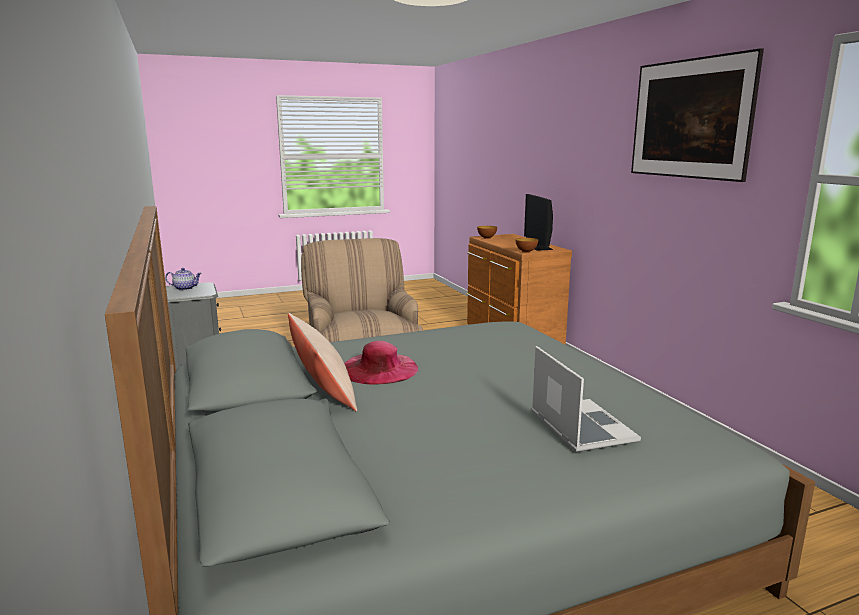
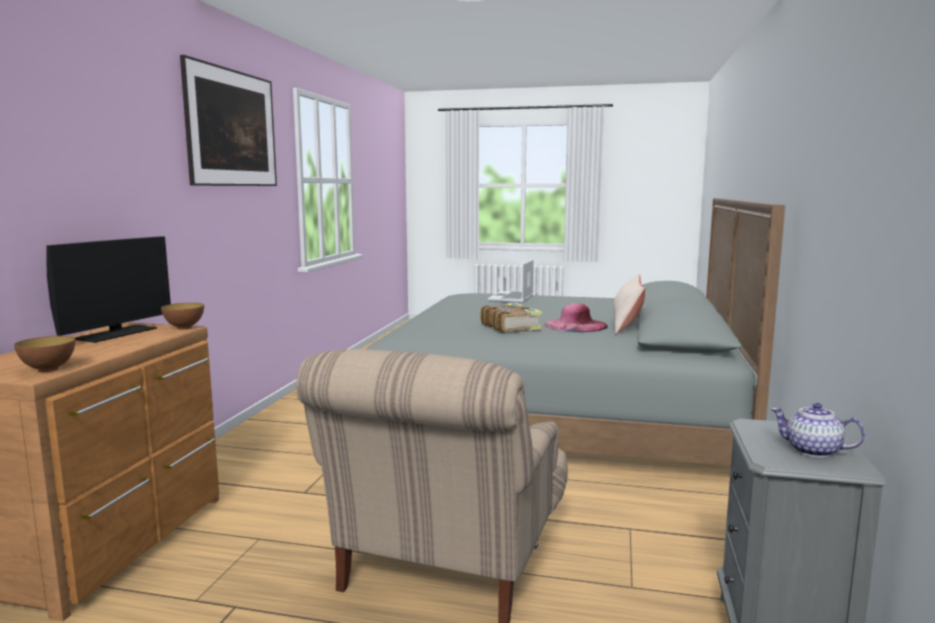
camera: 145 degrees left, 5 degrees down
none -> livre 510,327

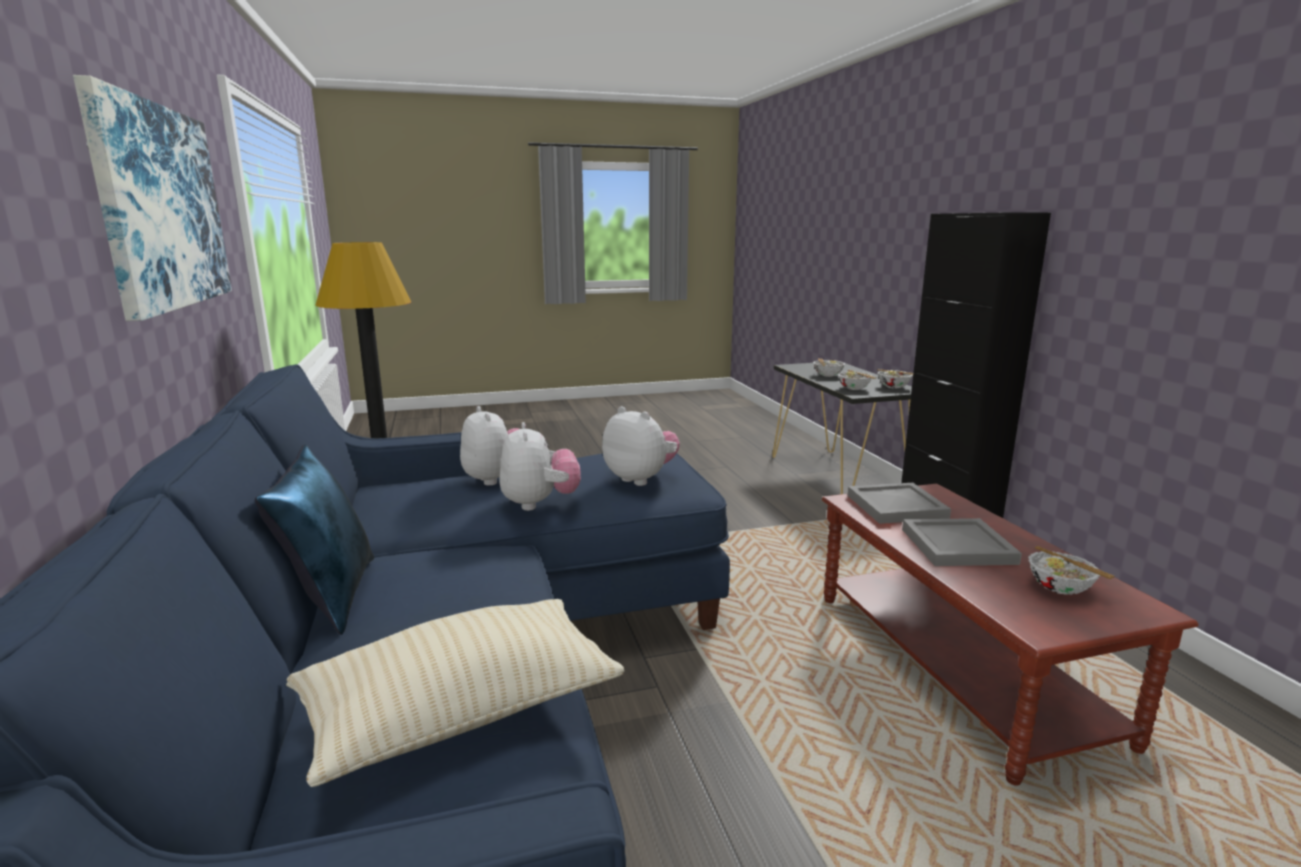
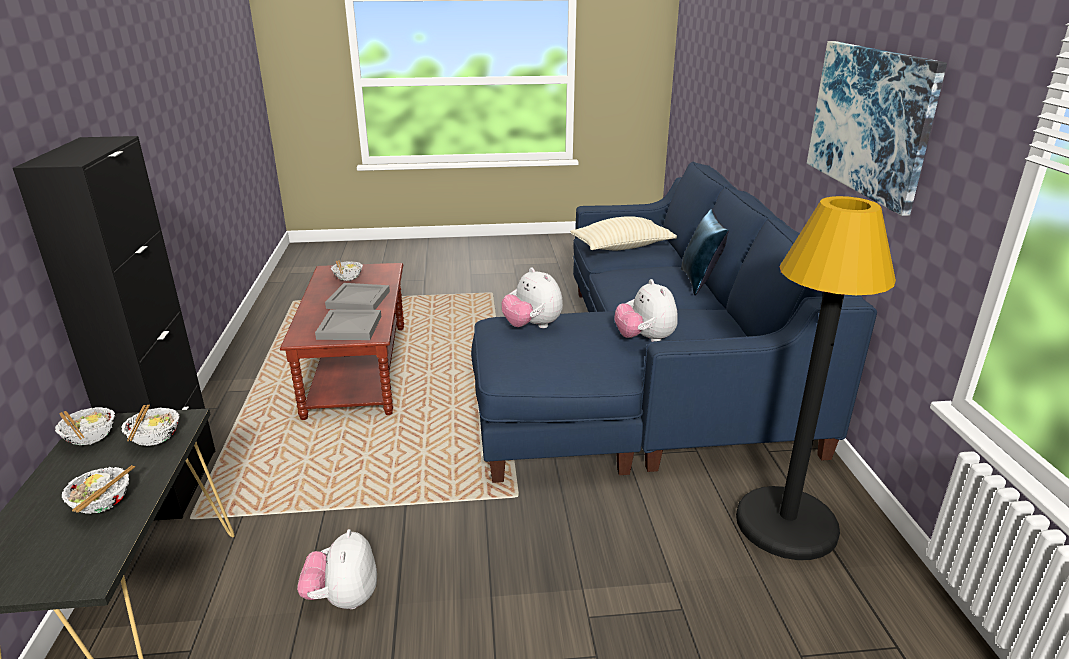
camera: 170 degrees left, 10 degrees up
peluche 540,503 -> peluche 343,598, shifted

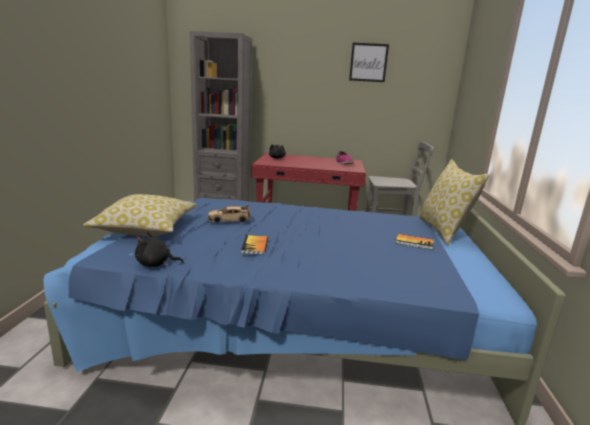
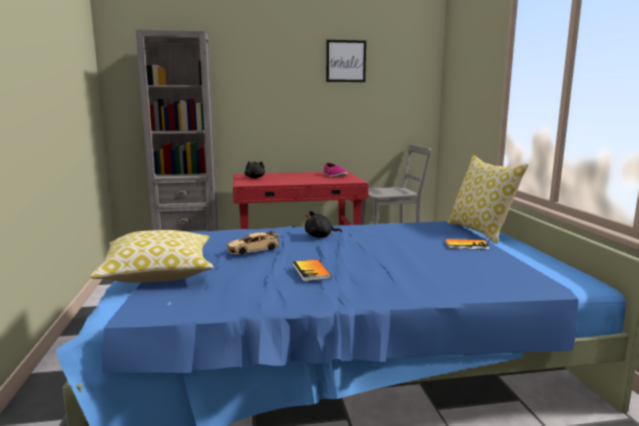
camera: 15 degrees left, 5 degrees down
peluche [noir] 156,264 -> peluche [noir] 320,236, shifted

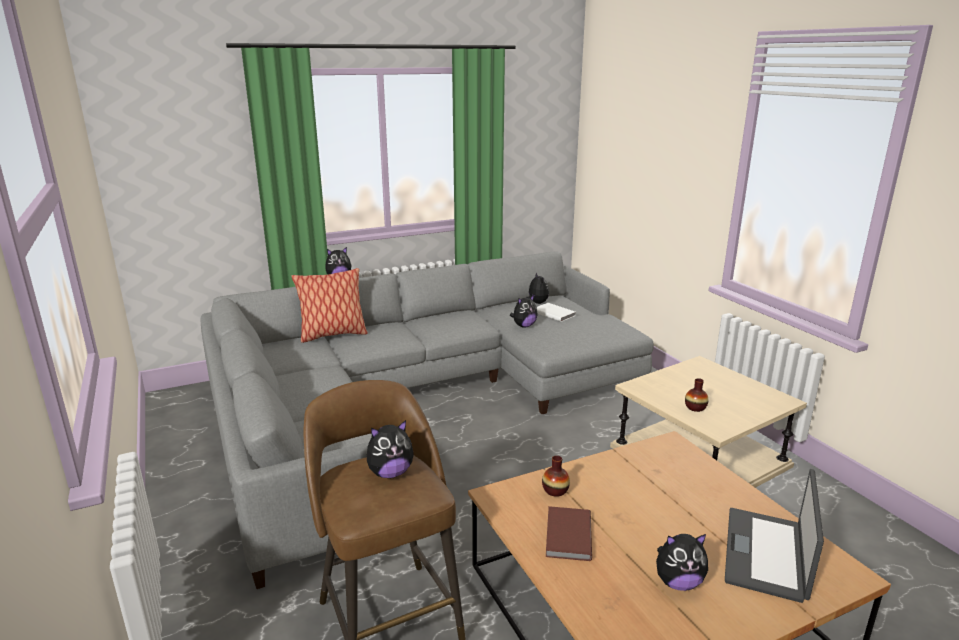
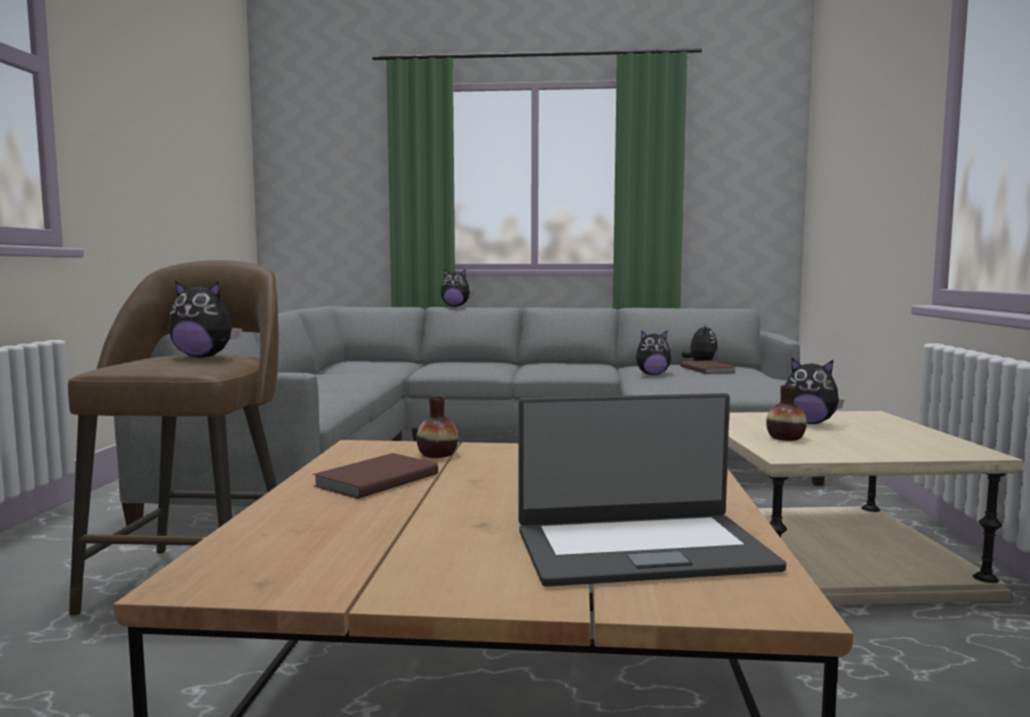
camera: 30 degrees right, 15 degrees down
coussin 333,335 -> none
livre [blanc] 554,313 -> livre [marron] 708,369
peluche 678,582 -> peluche 809,423, shifted
ordinateur portable 767,554 -> ordinateur portable 641,549, 150 degrees counterclockwise

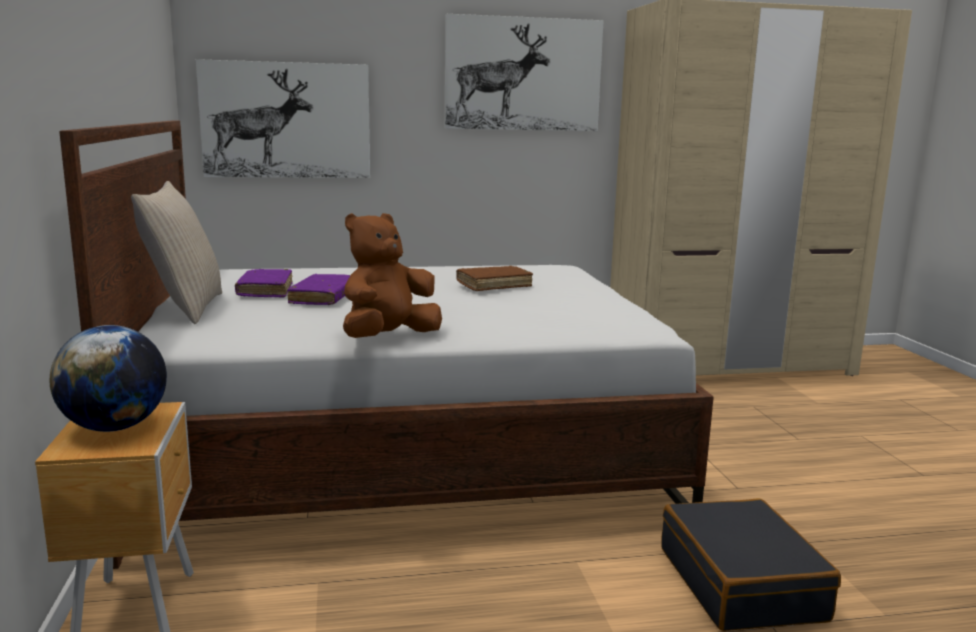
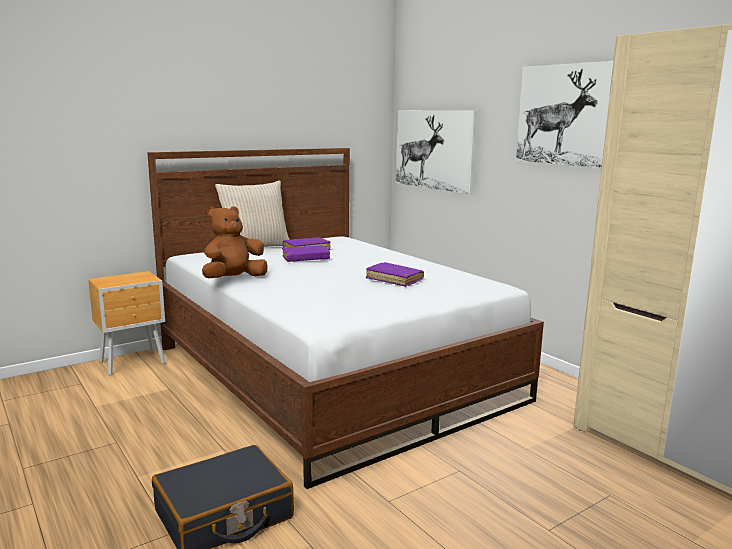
camera: 65 degrees right, 0 degrees up
globe 115,427 -> none
peluche [marron] 388,338 -> peluche [marron] 234,279, 60 degrees counterclockwise
livre [marron] 494,285 -> livre [violet] 394,280

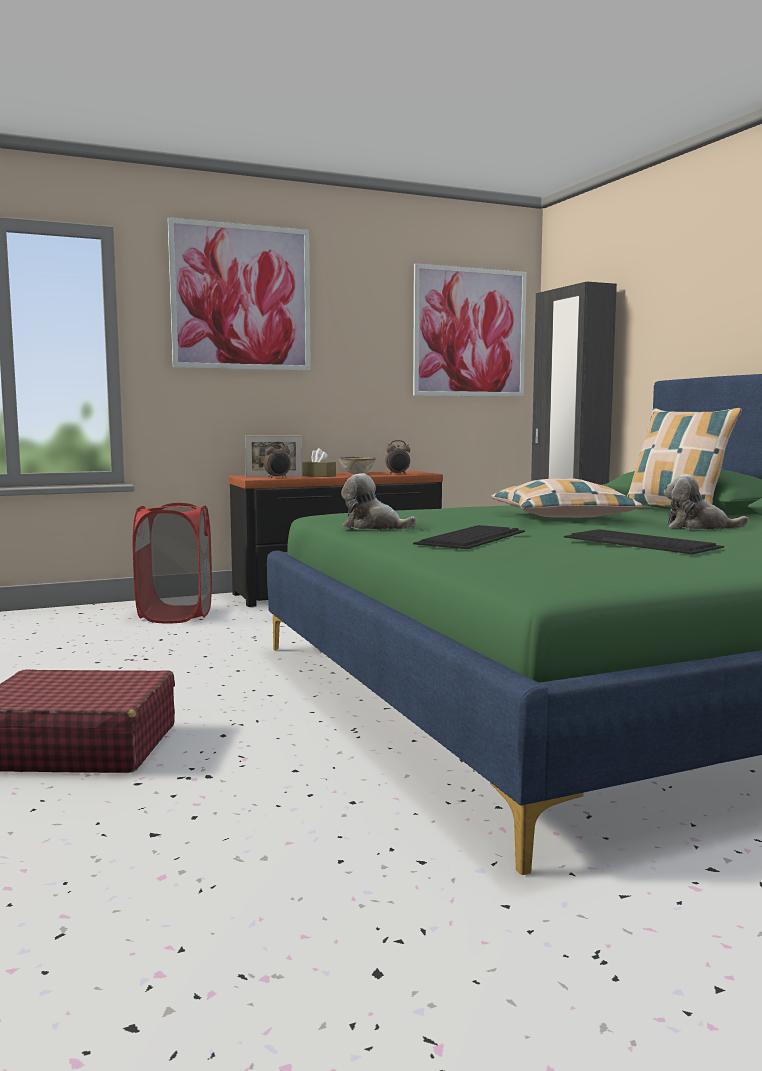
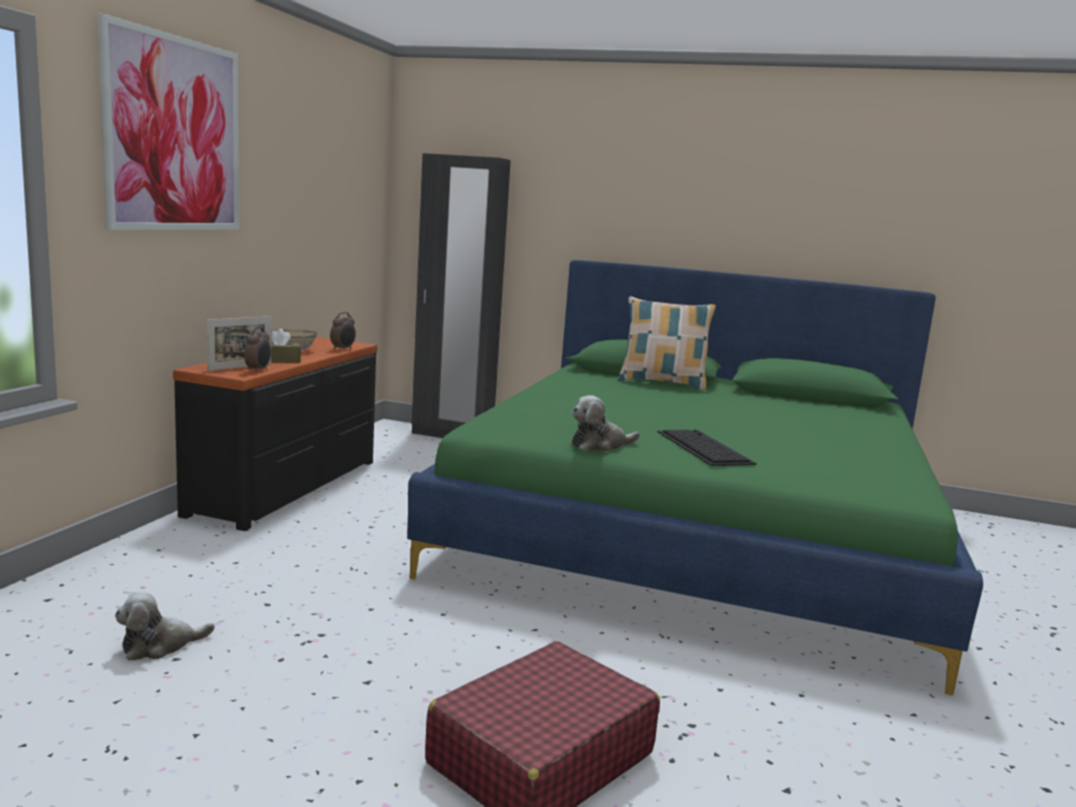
camera: 50 degrees left, 5 degrees up
panier à linge [rouge] 176,615 -> none
tableau 469,332 -> none
coussin 562,517 -> none
clavier 642,542 -> none
peluche 698,527 -> peluche 160,645, shifted

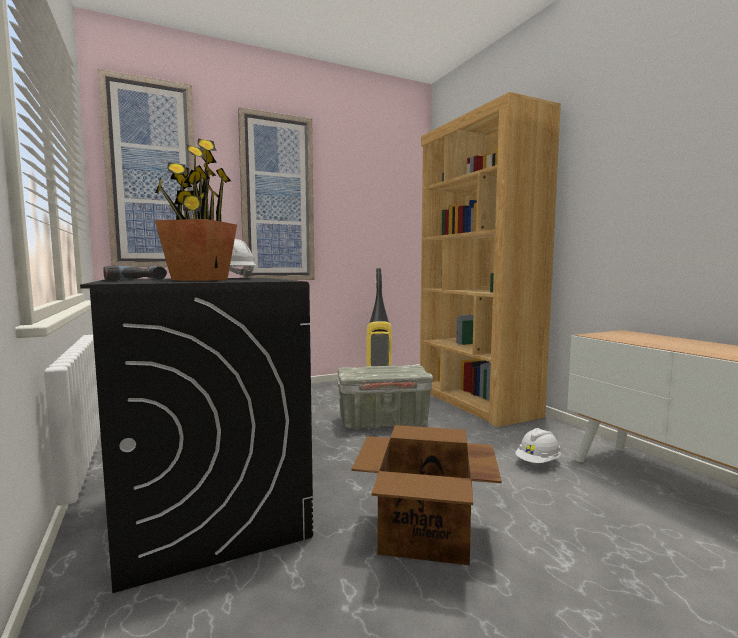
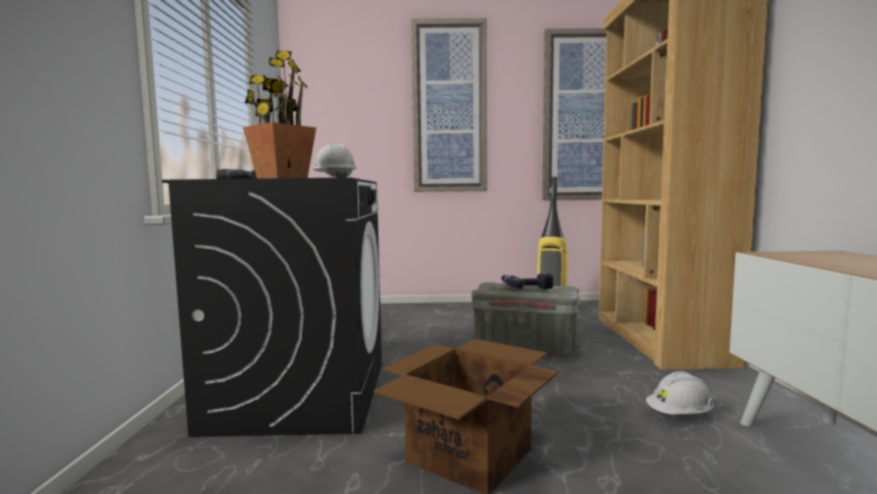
camera: 25 degrees right, 0 degrees up
tableau 152,175 -> tableau 579,116, shifted
none -> perceuse 526,287

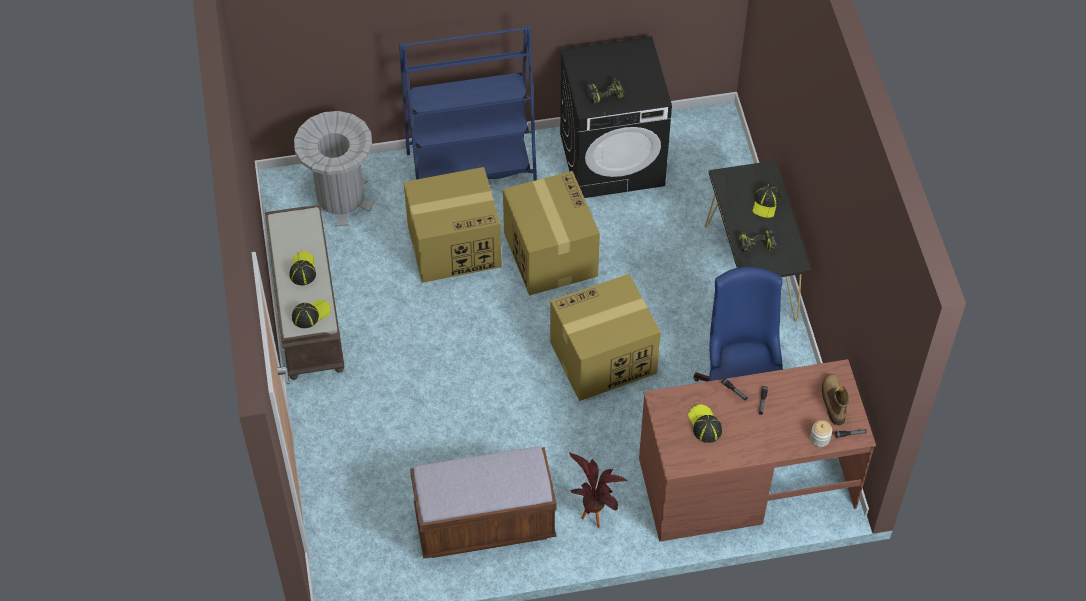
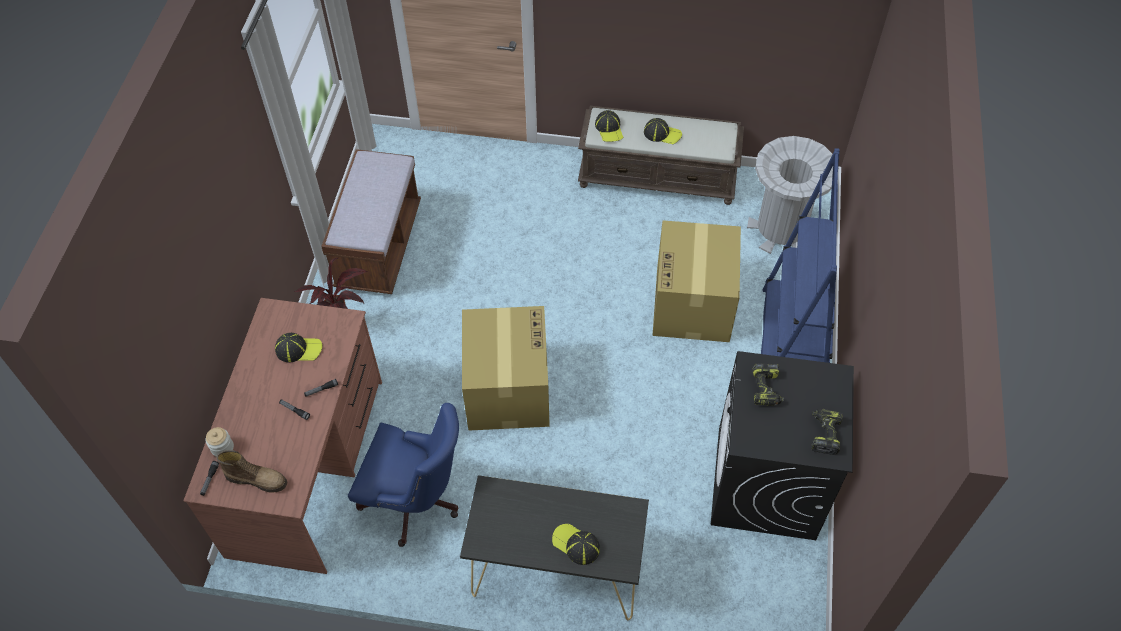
camera: 110 degrees right, 0 degrees up
carton 549,253 -> none
perceuse 756,246 -> perceuse 824,433, shifted

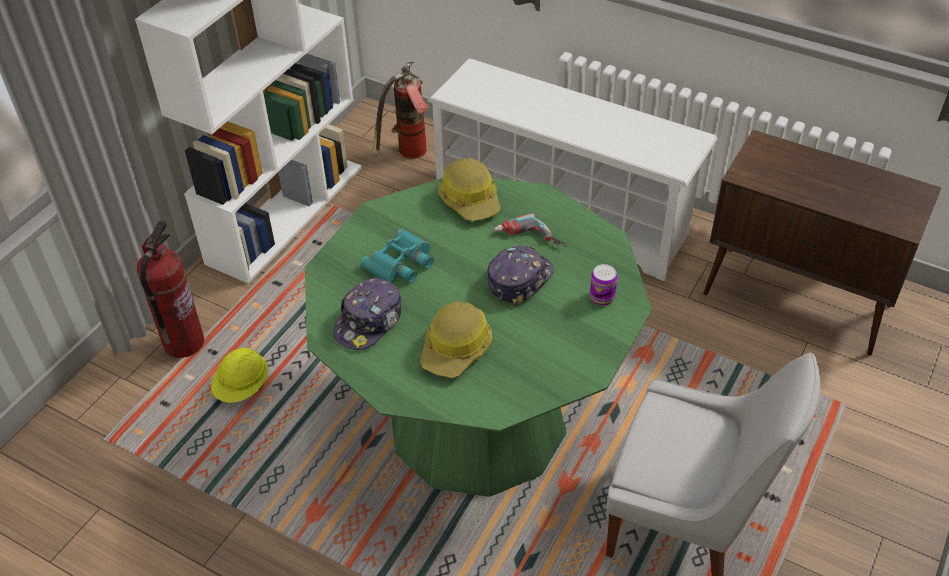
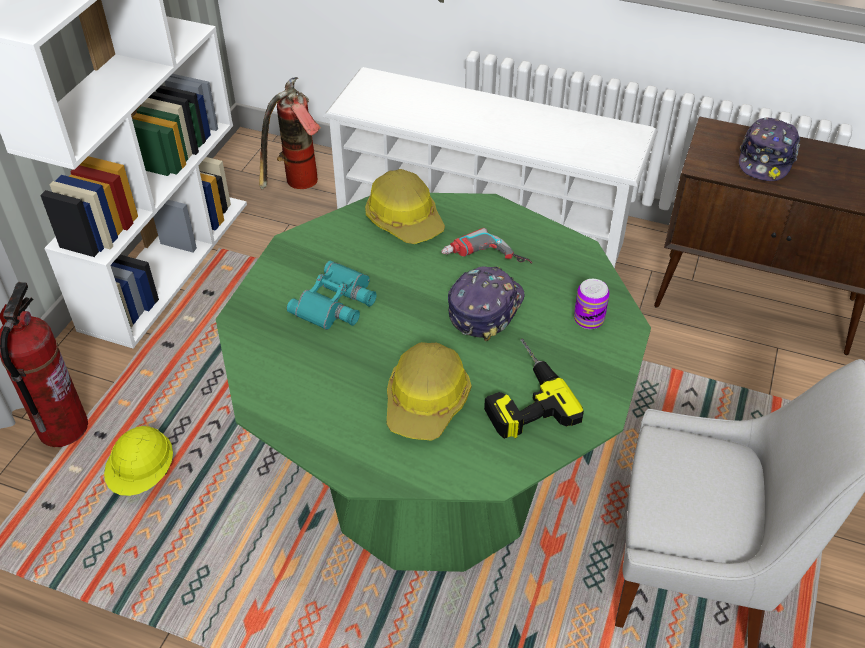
camera: 10 degrees left, 0 degrees up
casquette 369,322 -> casquette 766,159, shifted
none -> perceuse 520,394

